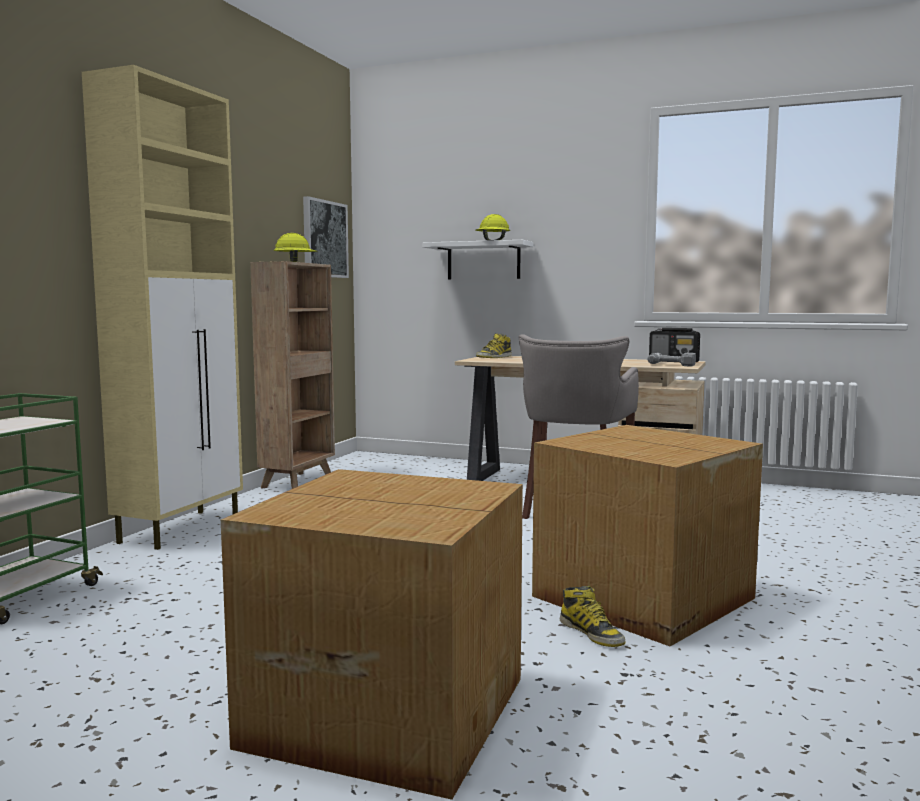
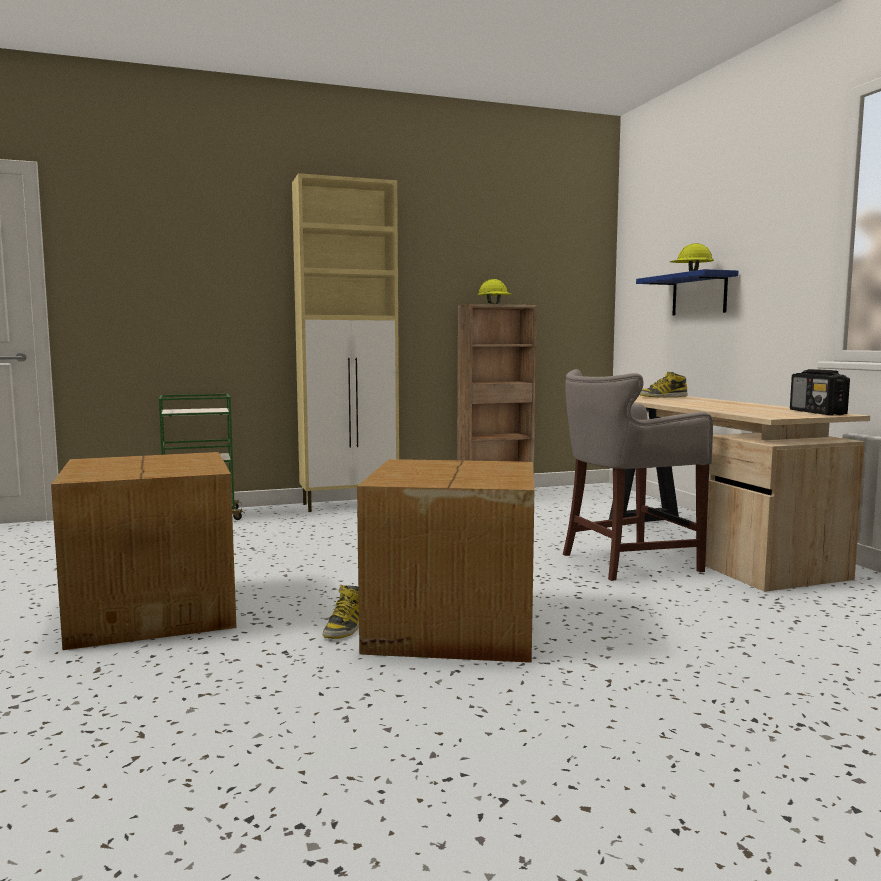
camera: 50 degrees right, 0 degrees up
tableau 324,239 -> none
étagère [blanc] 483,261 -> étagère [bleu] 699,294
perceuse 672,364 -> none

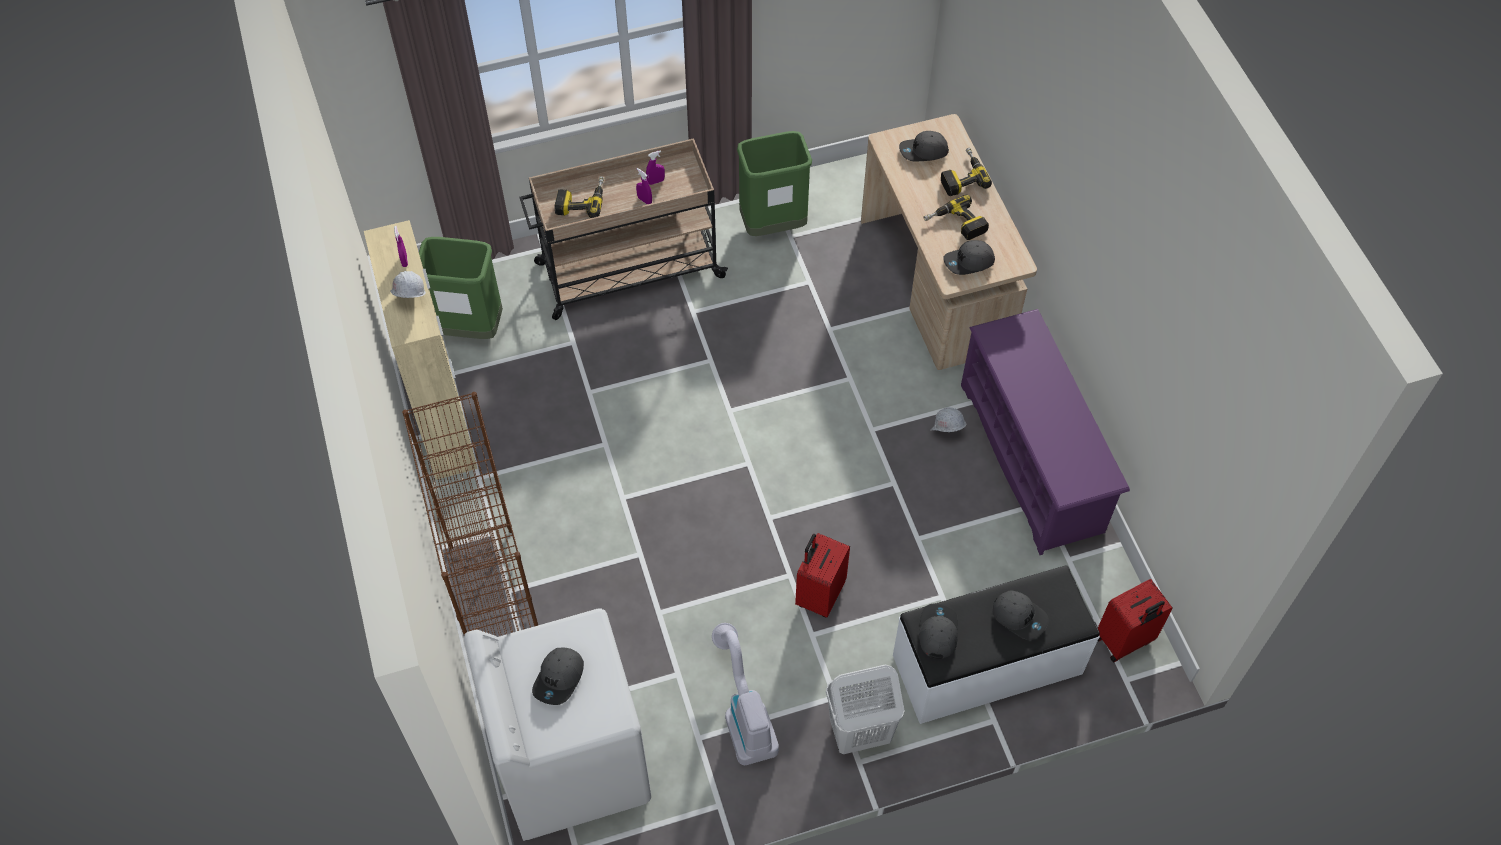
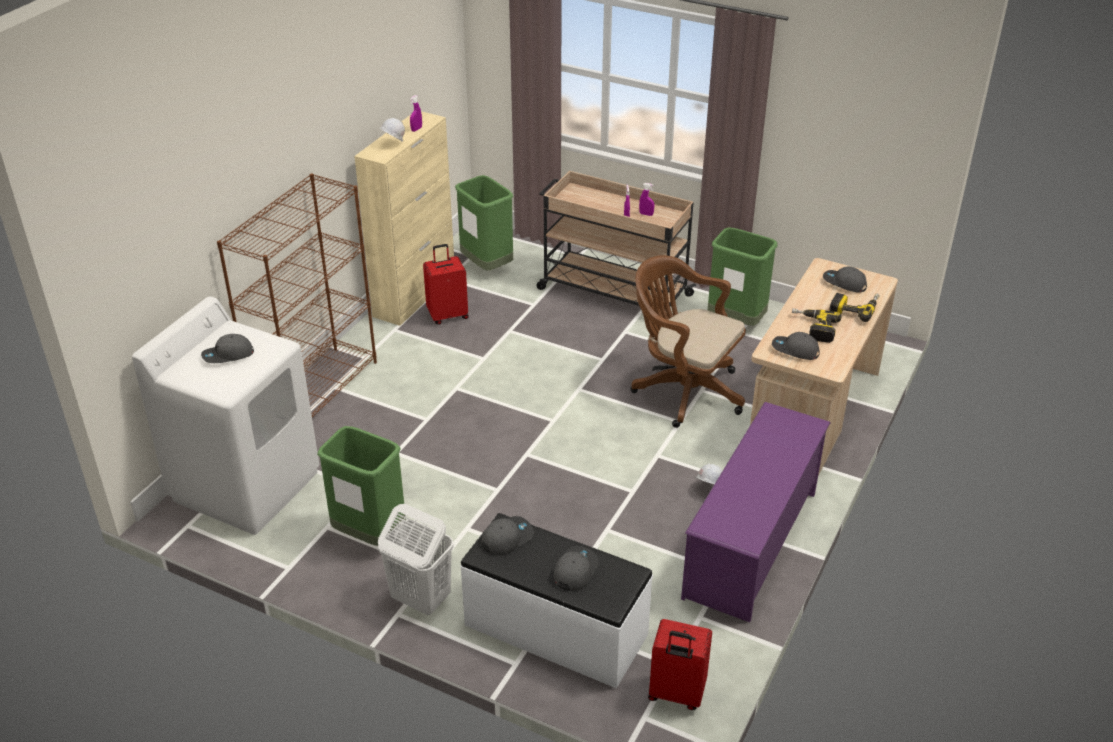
camera: 45 degrees right, 20 degrees down
perceuse 581,201 -> none
aspirateur 743,713 -> poubelle [vert] 369,535
valise [rouge] 819,594 -> valise [rouge] 447,315, shifted
casquette [gris] 1019,616 -> casquette [gris] 574,570, 150 degrees counterclockwise
none -> chaise de bureau [marron] 683,390

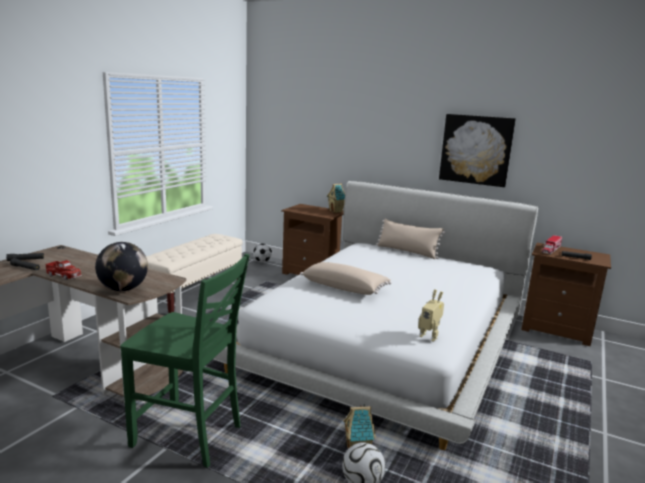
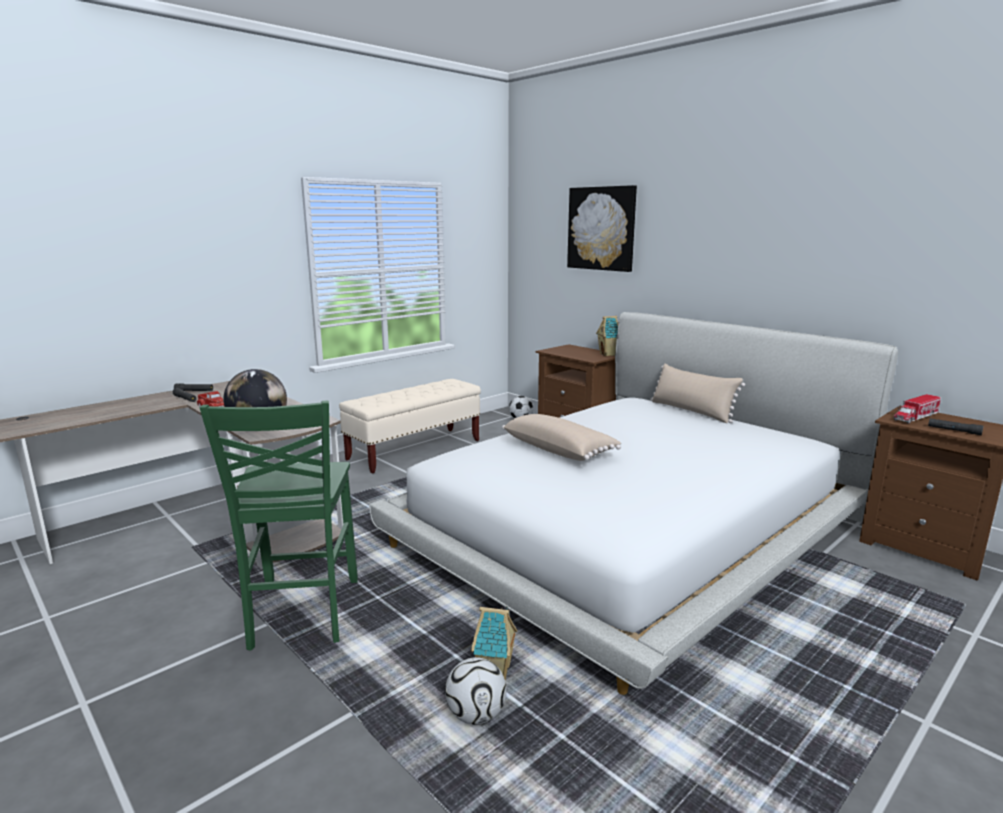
camera: 20 degrees right, 0 degrees up
chaise [vert] 189,436 -> chaise [vert] 302,614, 45 degrees clockwise
robot jouet 430,336 -> none
tableau 476,149 -> tableau 601,228, shifted

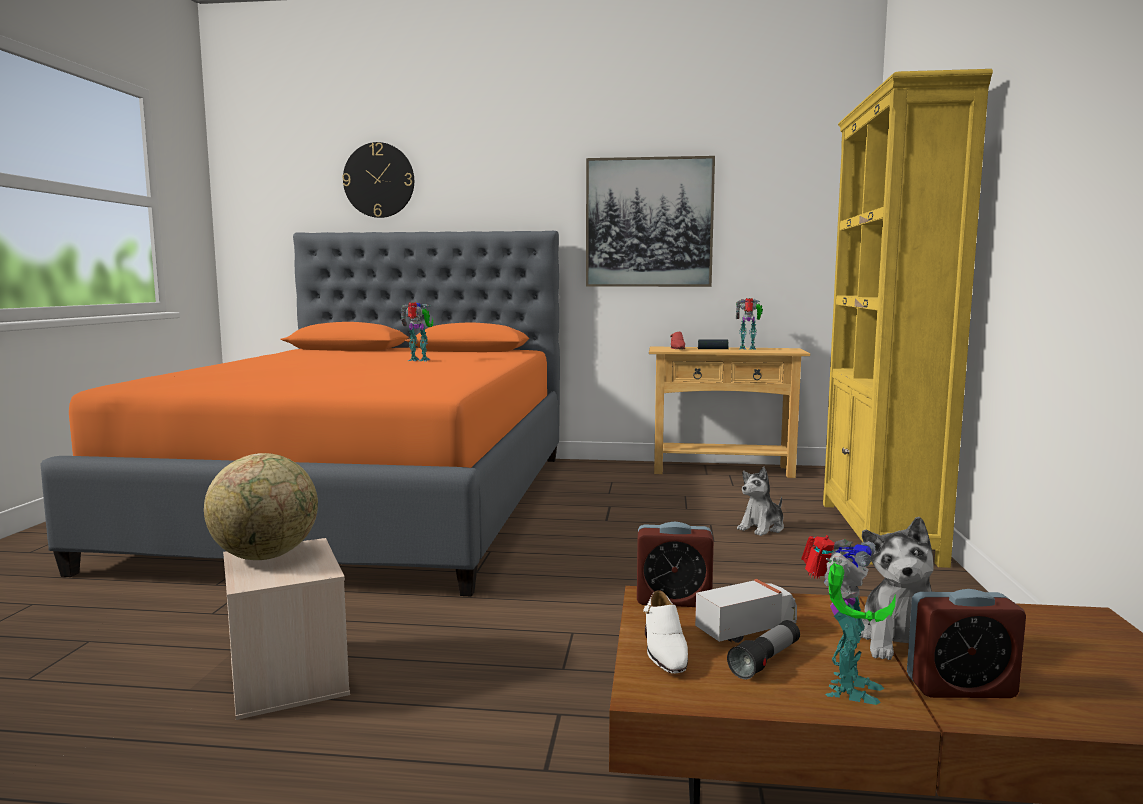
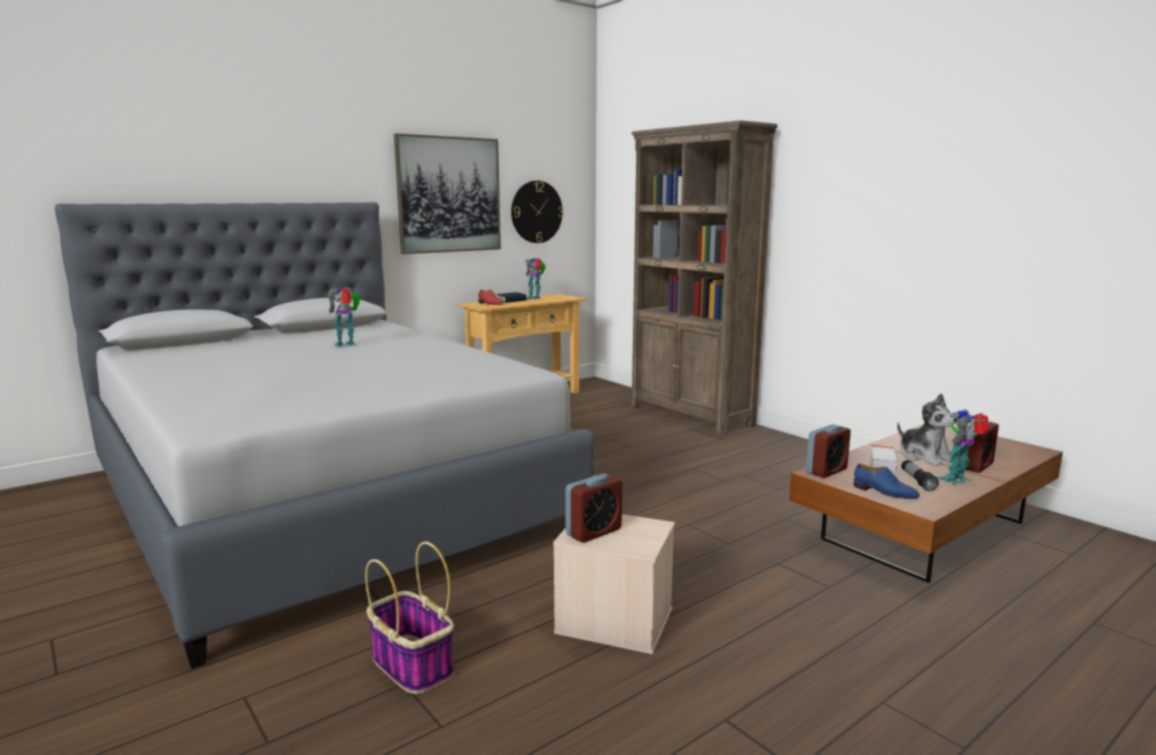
camera: 45 degrees left, 5 degrees up
lit [orange] 369,504 -> lit [gris] 324,498
globe 266,556 -> réveil 593,532
horloge murale 379,180 -> horloge murale 536,212, shifted
chaussure [blanc] 664,651 -> chaussure [bleu] 884,492
peluche 762,528 -> none
robot jouet 845,688 -> robot jouet 957,480, 105 degrees counterclockwise
bibliothèque [jaune] 879,532 -> bibliothèque [marron] 691,416
none -> panier 411,665

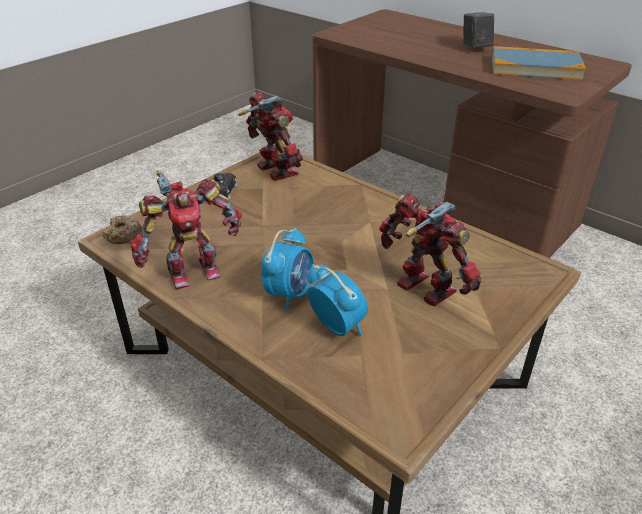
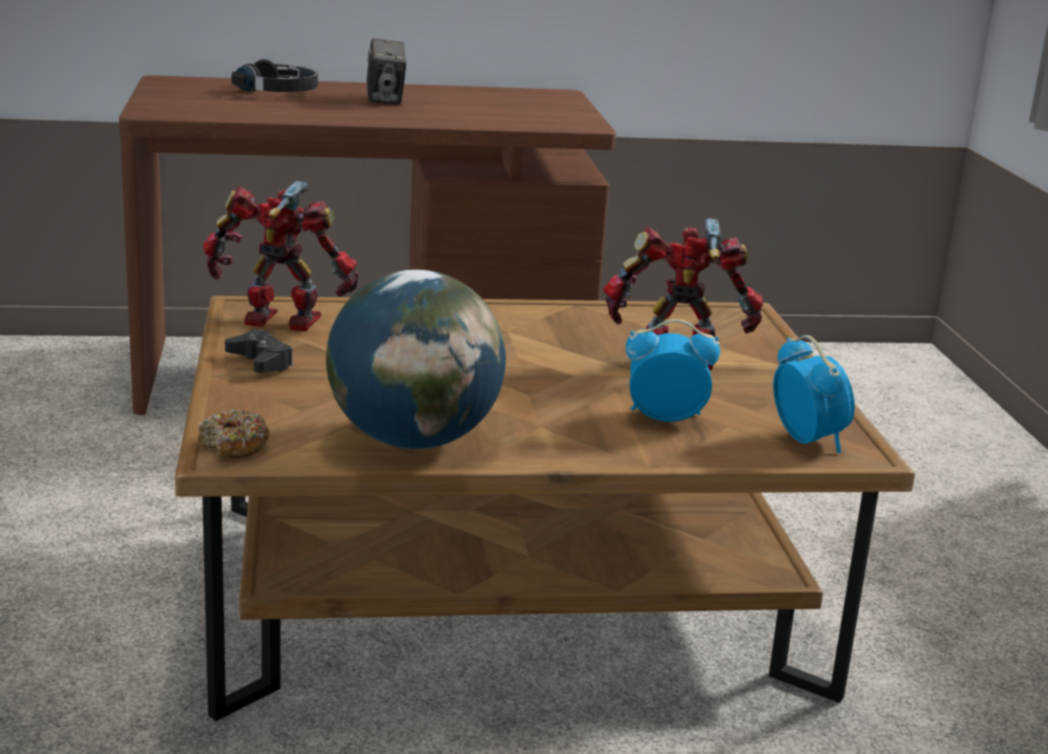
camera: 50 degrees left, 15 degrees down
robot jouet 192,270 -> globe 412,440
réveil 290,293 -> réveil 807,440, shifted
appareil photo 475,48 -> appareil photo 385,100, 135 degrees counterclockwise
livre 535,68 -> none
none -> casque audio [noir] 279,91

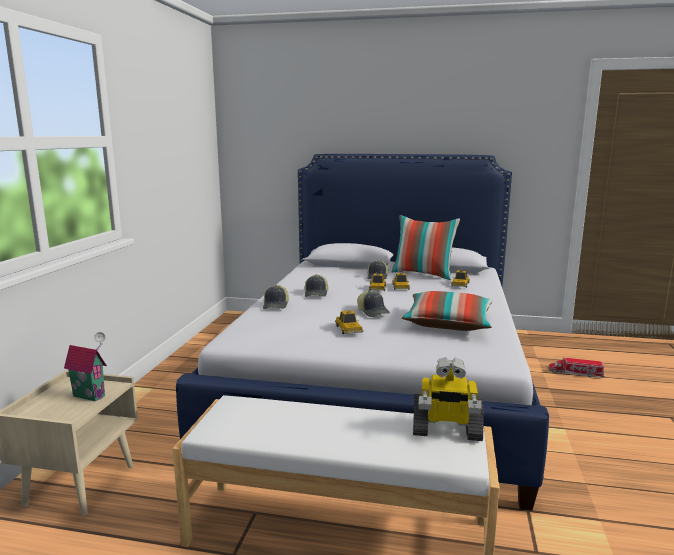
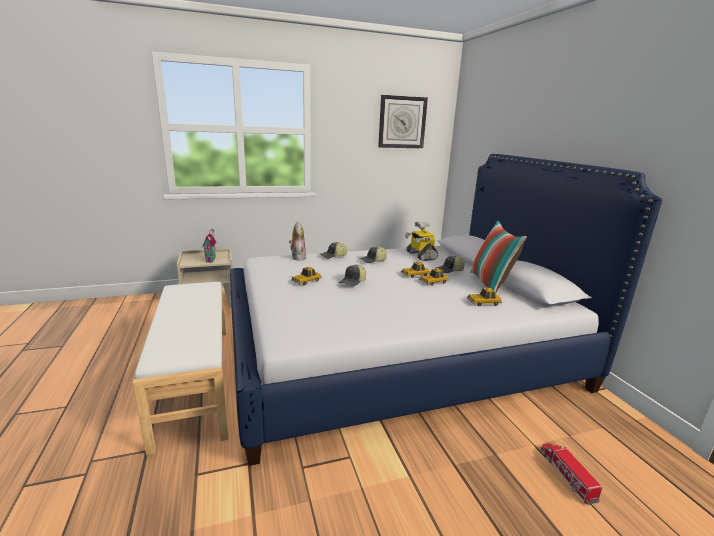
camera: 60 degrees right, 5 degrees up
coussin 448,324 -> none
robot jouet 446,430 -> robot jouet 420,255, shifted
none -> peluche 297,257
none -> horloge murale 402,122

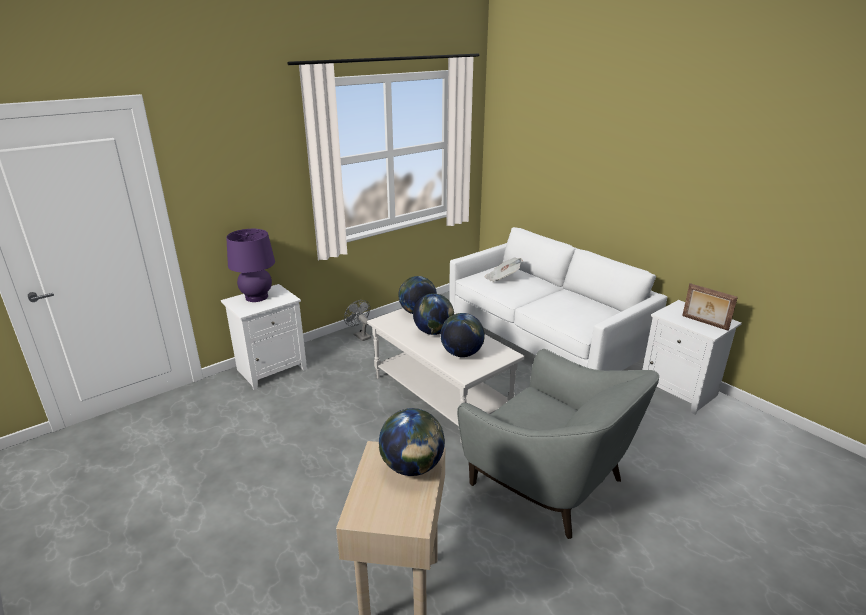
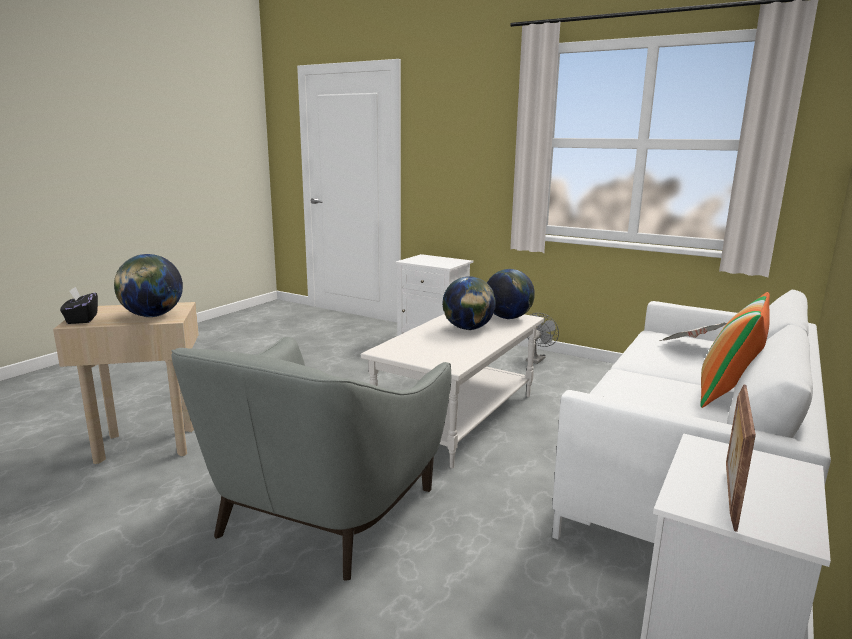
camera: 70 degrees right, 10 degrees down
lampe de table [violet] 257,297 -> none
globe 462,354 -> none
none -> boîte à mouchoirs [noir] 81,319
none -> coussin 727,393

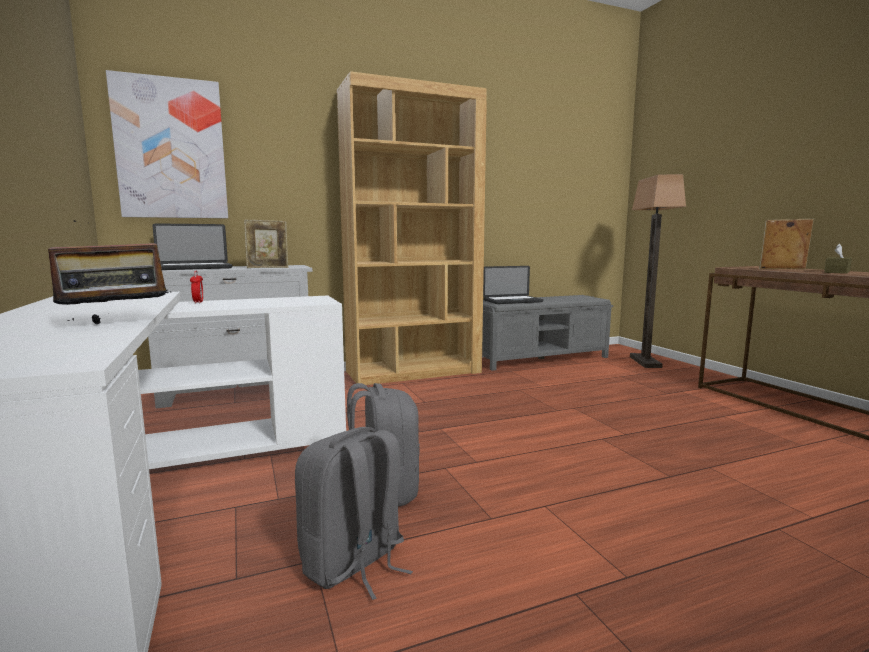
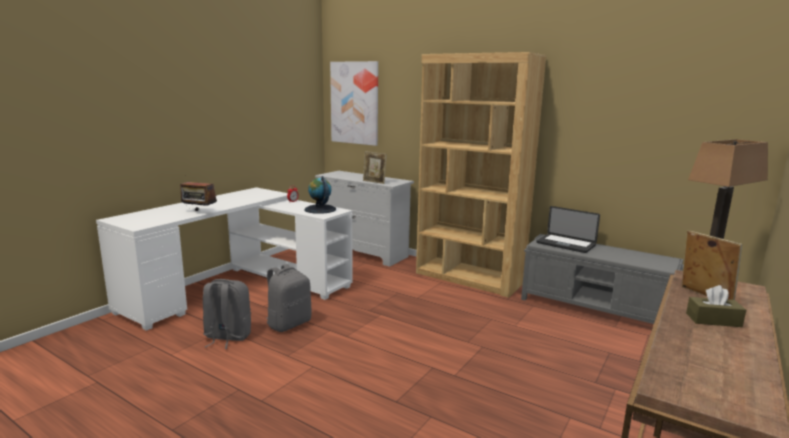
camera: 55 degrees right, 5 degrees up
ordinateur portable 194,268 -> none
none -> globe 320,209

